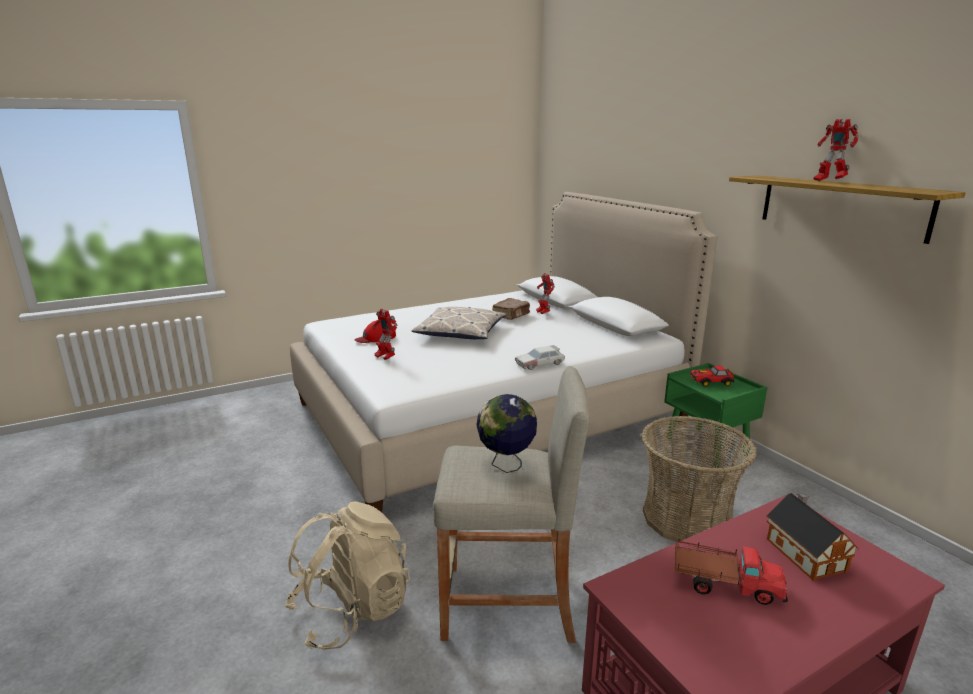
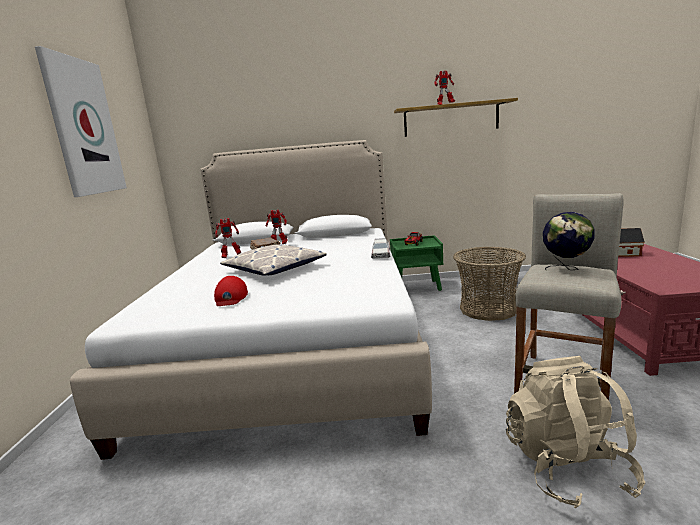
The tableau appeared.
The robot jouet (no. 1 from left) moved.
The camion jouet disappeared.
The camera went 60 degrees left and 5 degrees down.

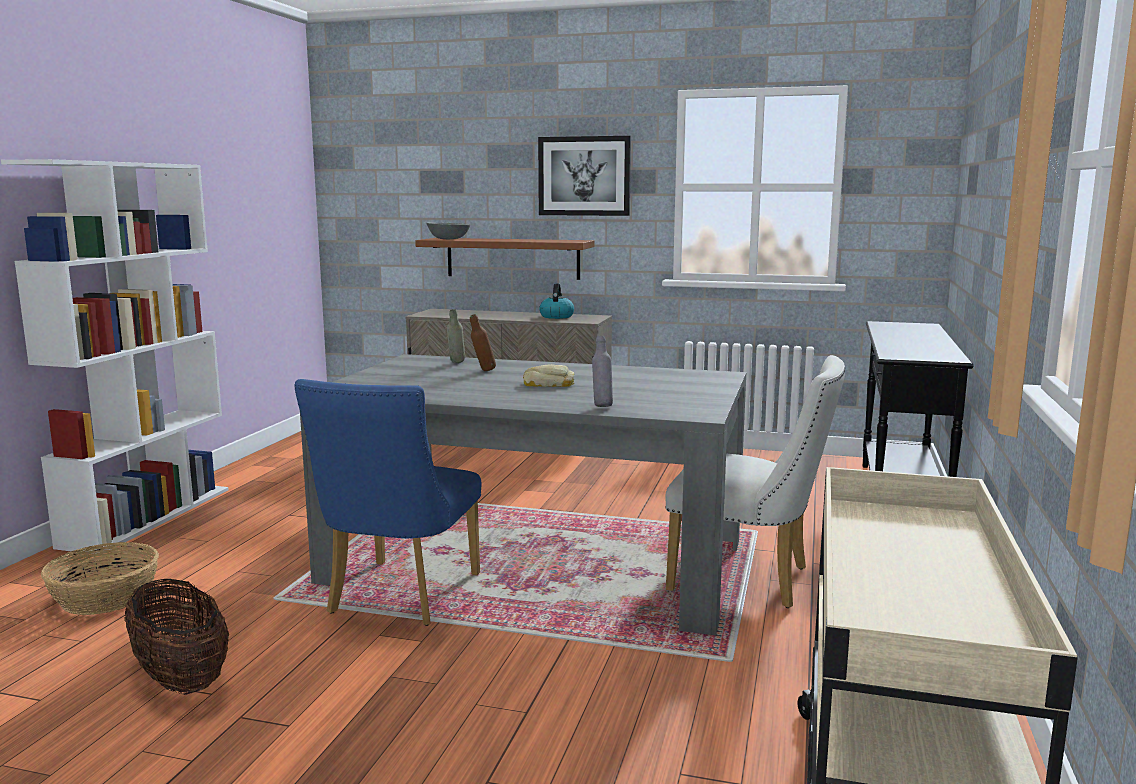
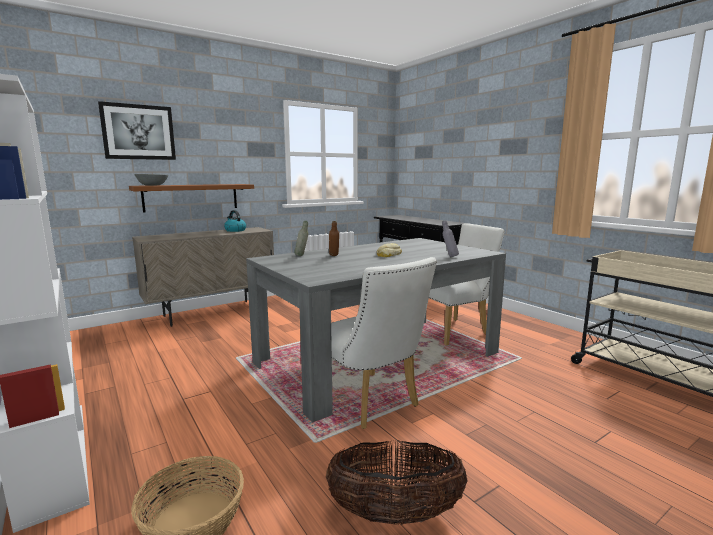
The tableau moved.
The chaise/bleu became the chaise/blanc (no. 1 from left).
The camera went 50 degrees left and 0 degrees up.

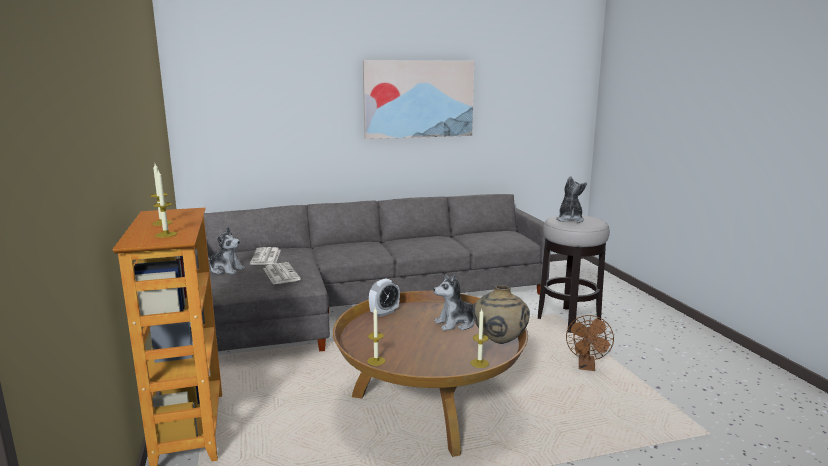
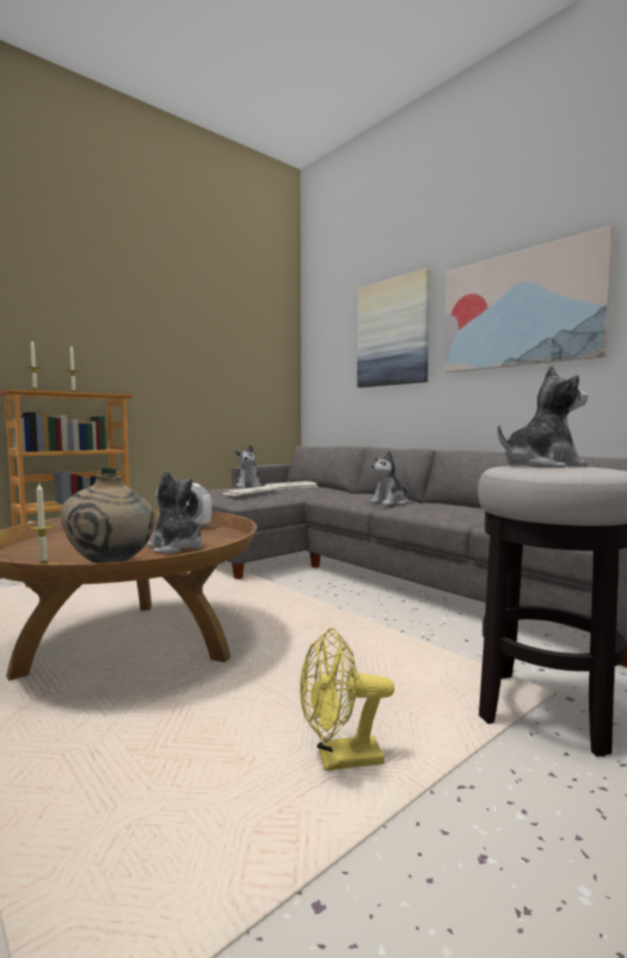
The ventilateur/marron became the ventilateur/jaune.
The tableau (no. 1 from left) appeared.
The peluche (no. 3 from left) appeared.
The bougie (no. 3 from left) disappeared.
The camera went 65 degrees right and 10 degrees down.

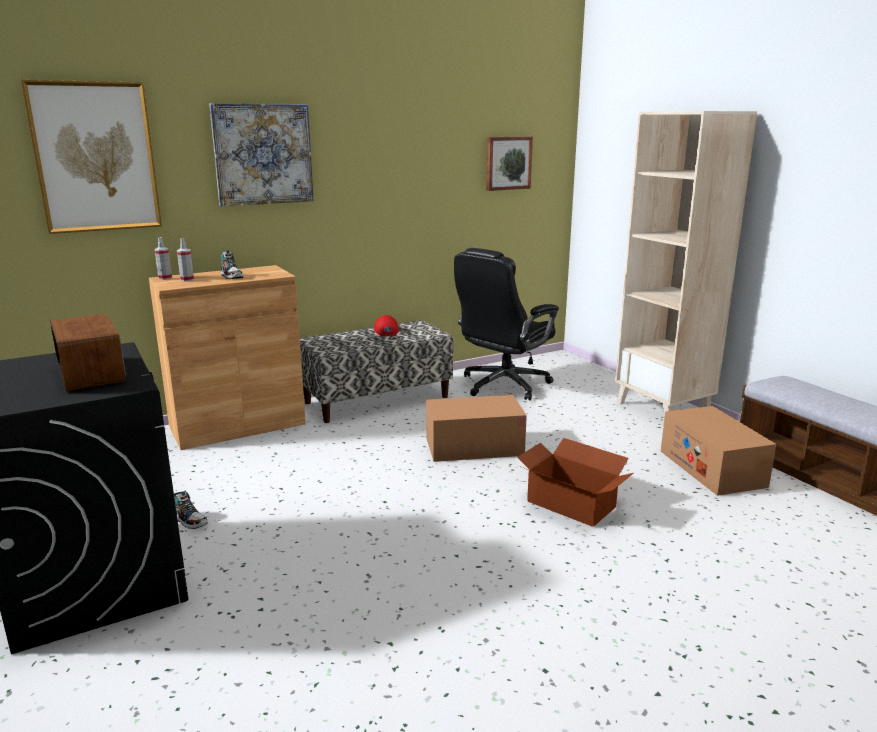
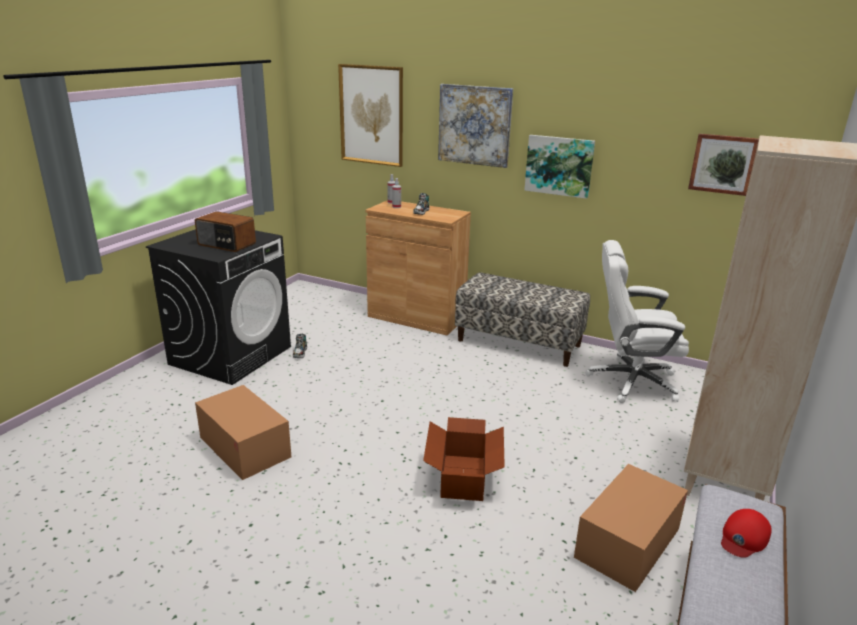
The radio turned 90 degrees clockwise.
The carton (no. 1 from left) moved.
The tableau (no. 3 from left) appeared.
The chaise de bureau/noir became the chaise de bureau/blanc.
The casquette/rouge moved.
The camera went 55 degrees right and 5 degrees up.

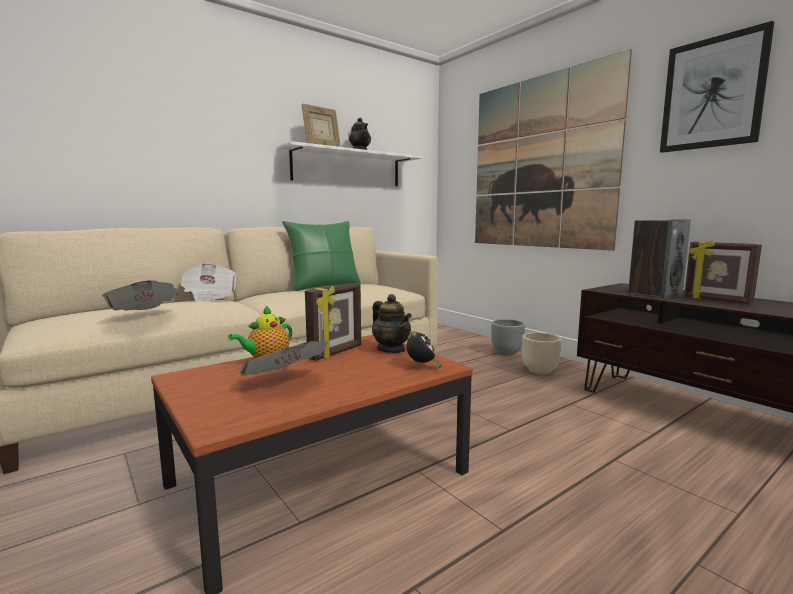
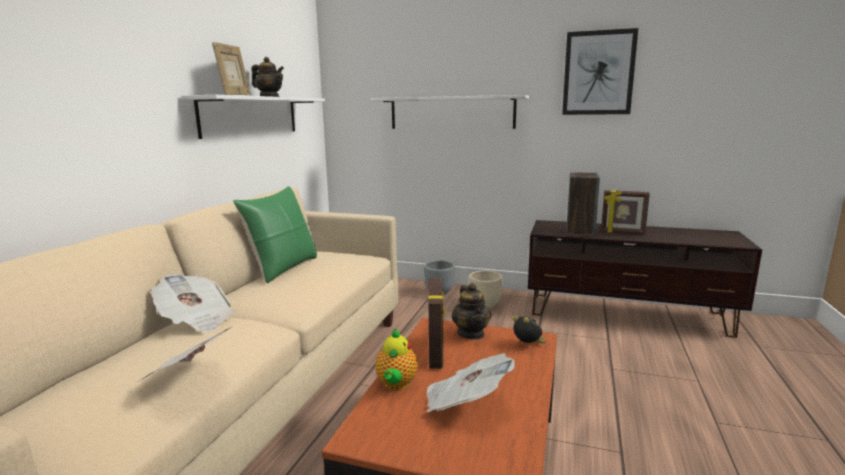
The tableau (no. 1 from left) was replaced by the étagère/blanc (no. 2 from left).
The théière (no. 3 from left) turned 60 degrees clockwise.
The camera went 35 degrees left and 5 degrees up.

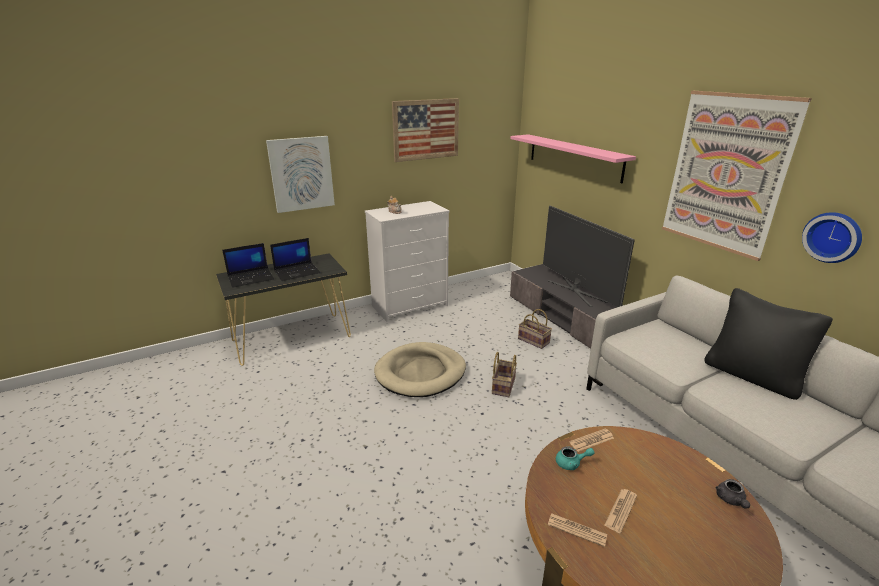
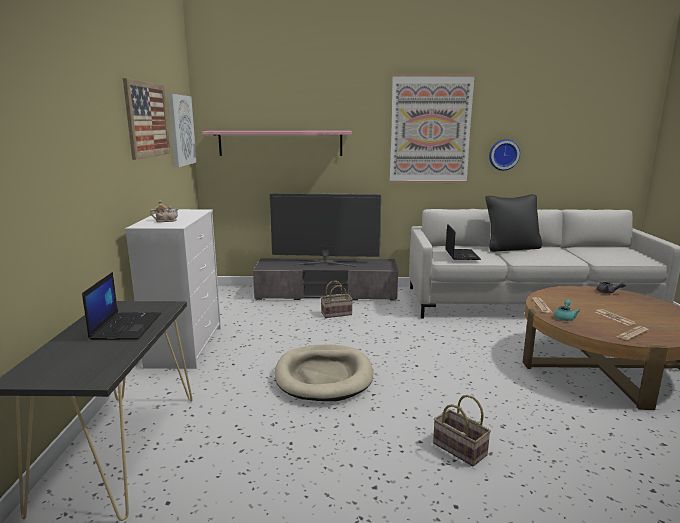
The tableau (no. 1 from left in the first image) moved.
The panier (no. 1 from left in the first image) moved.
The ordinateur portable (no. 1 from left in the first image) moved.
The camera went 60 degrees left and 10 degrees down.

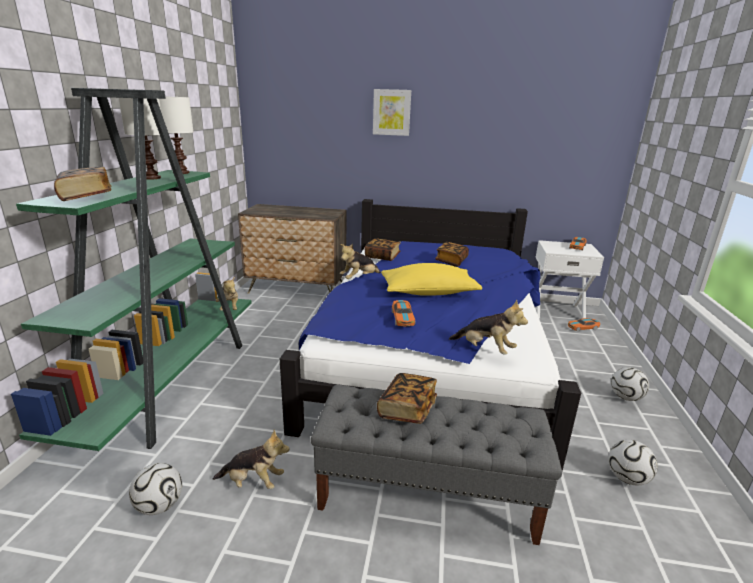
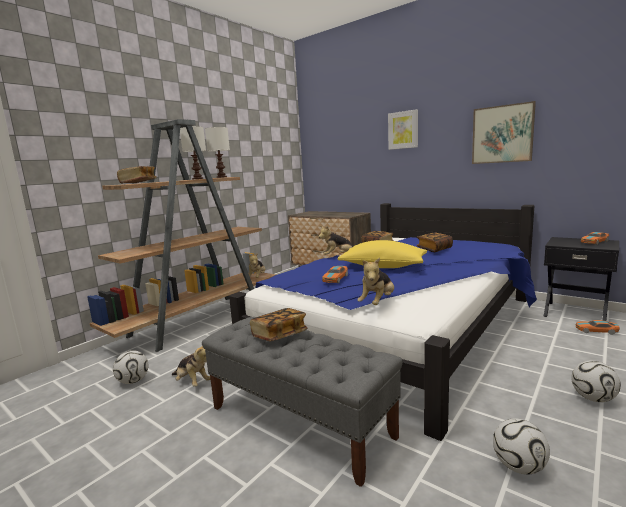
The bibliothèque/vert became the bibliothèque/marron.
The peluche (no. 4 from left) turned 60 degrees clockwise.
The tableau (no. 2 from left) appeared.
The table de chevet/blanc became the table de chevet/noir.
The camera went 30 degrees right and 10 degrees down.

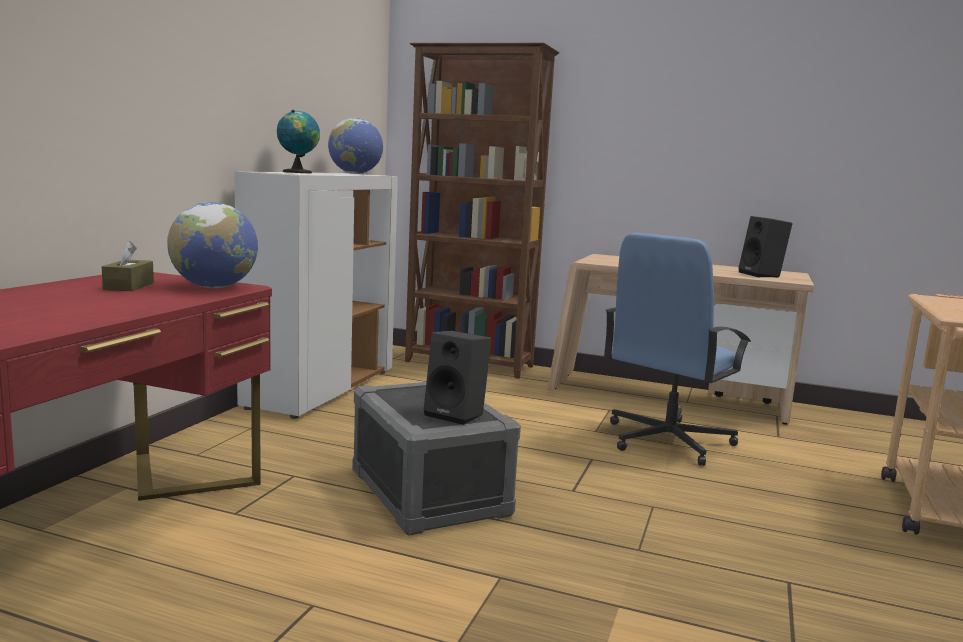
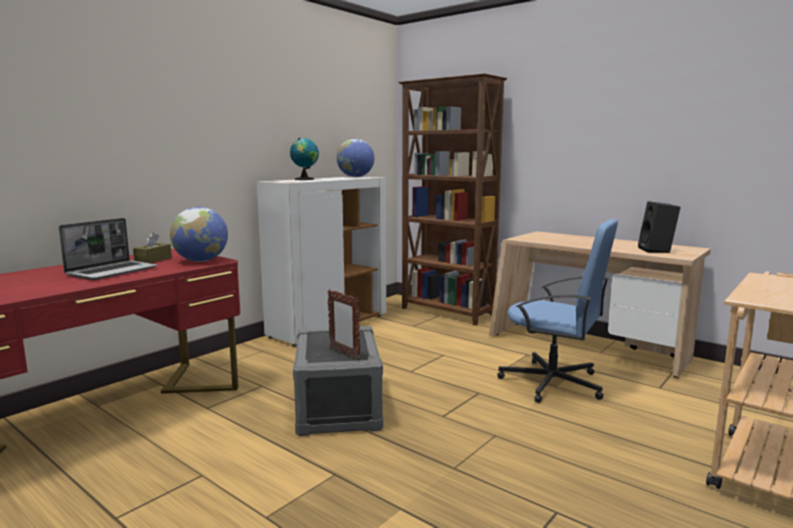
The ordinateur portable appeared.
The enceinte/noir (no. 1 from left) was replaced by the cadre photo.
The chaise de bureau/bleu turned 120 degrees counterclockwise.
The camera went 20 degrees right and 0 degrees up.

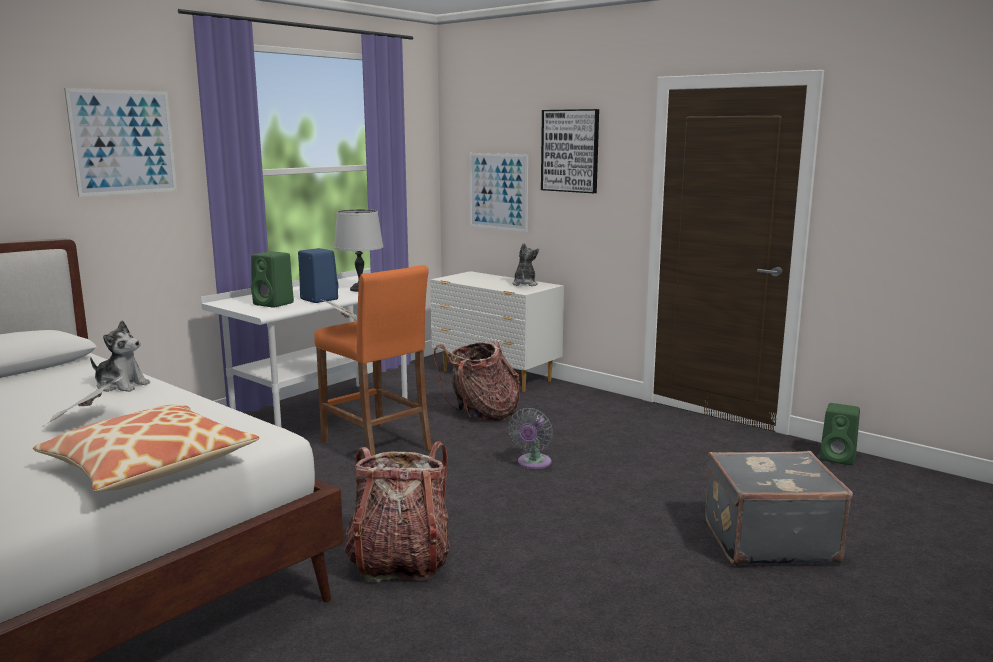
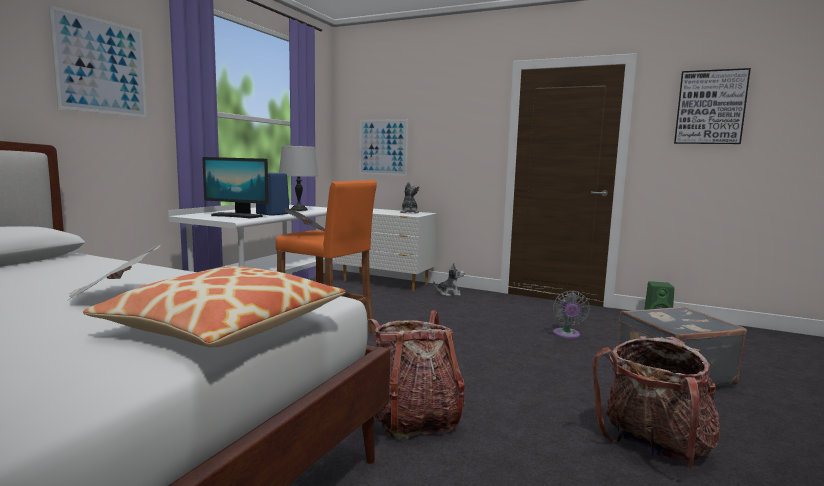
The enceinte/vert (no. 1 from left) was replaced by the écran d'ordinateur.
The peluche (no. 1 from left in the first image) moved.
The ventilateur/gris moved.
The sac à dos (no. 2 from left) moved.
The tableau (no. 3 from left) moved.
The camera went 15 degrees left and 5 degrees down.

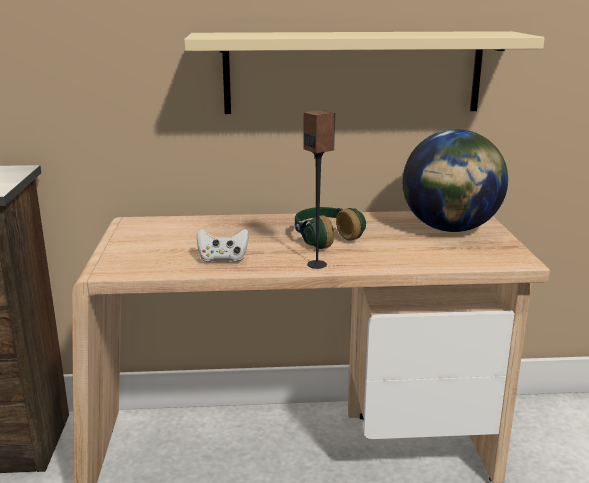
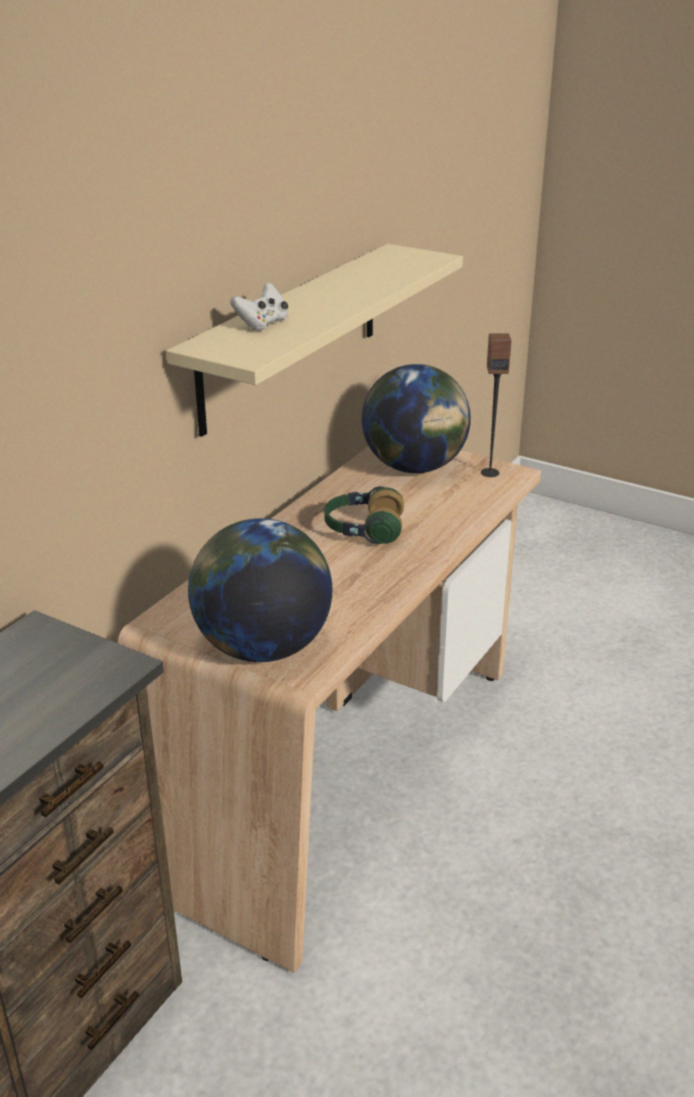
The globe (no. 1 from left) appeared.
The manette/blanc moved.
The enceinte moved.
The camera went 55 degrees left and 10 degrees up.

